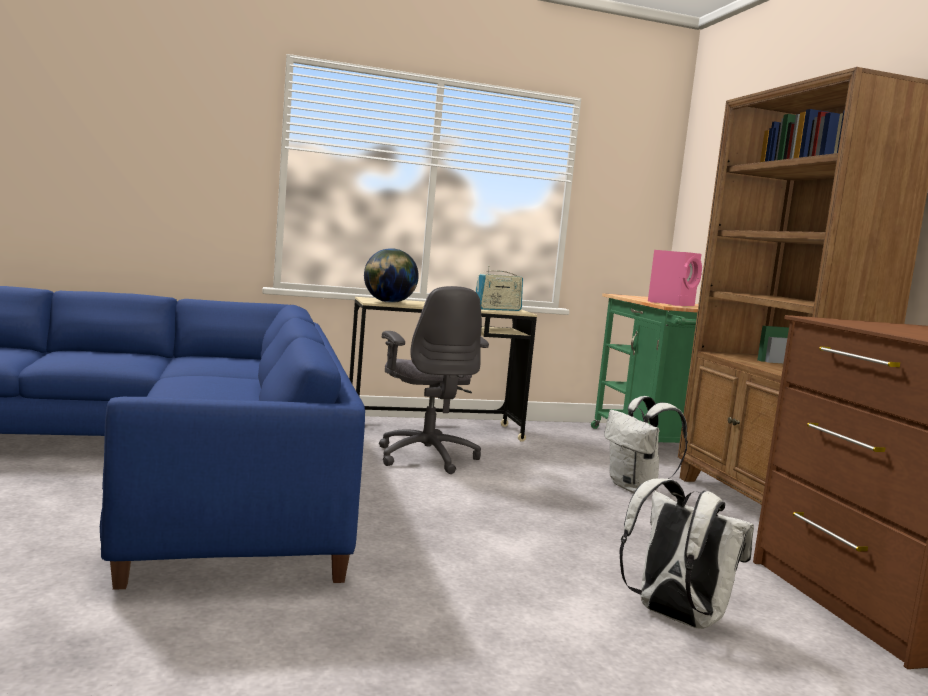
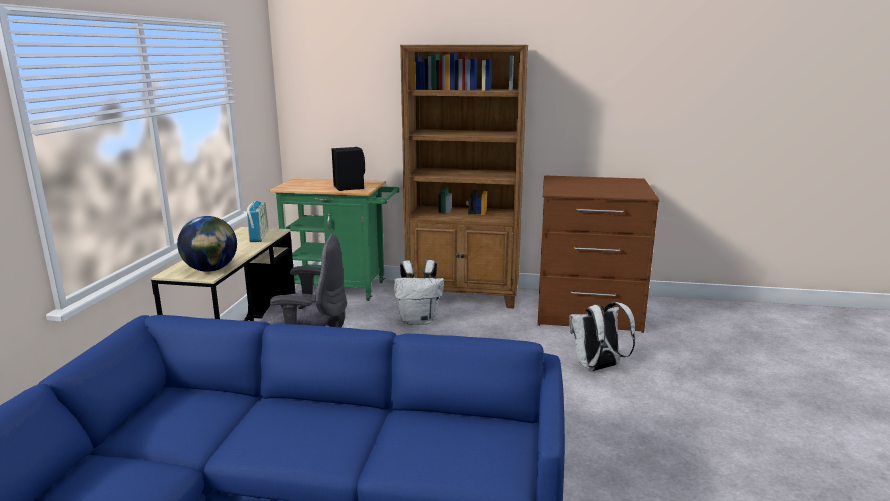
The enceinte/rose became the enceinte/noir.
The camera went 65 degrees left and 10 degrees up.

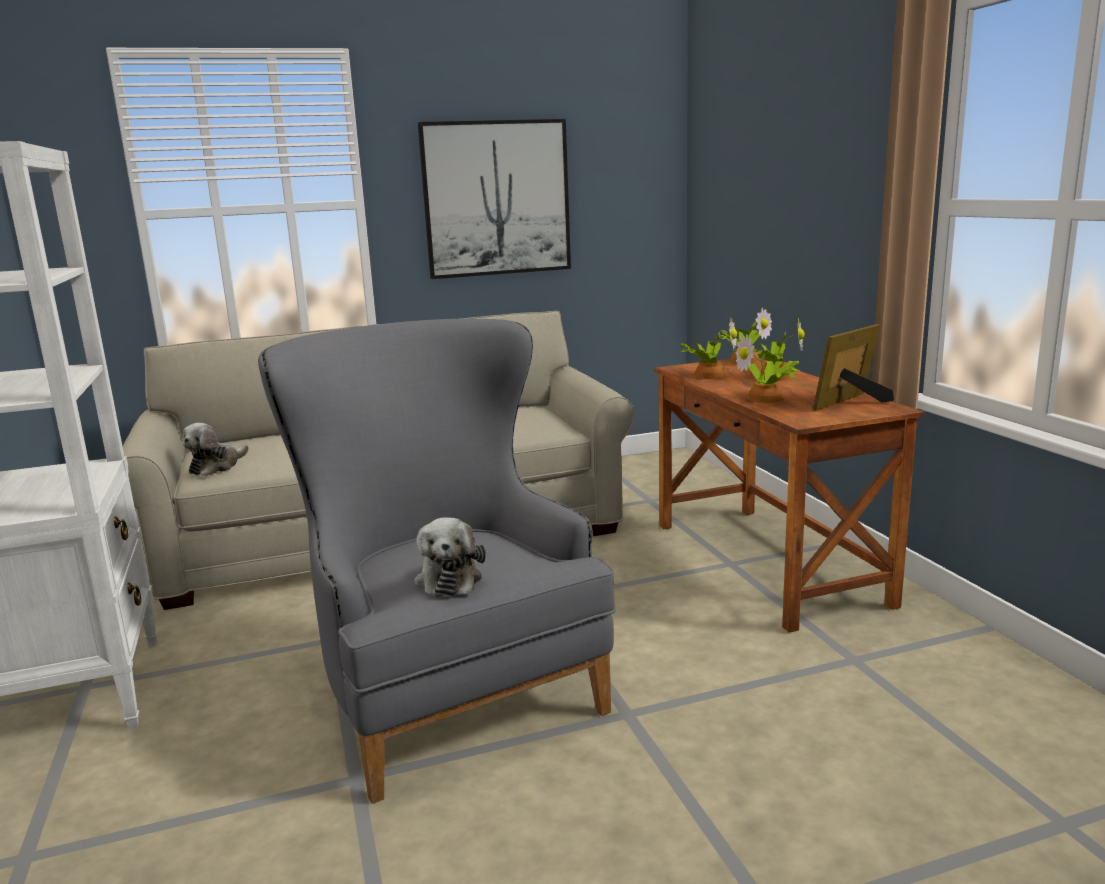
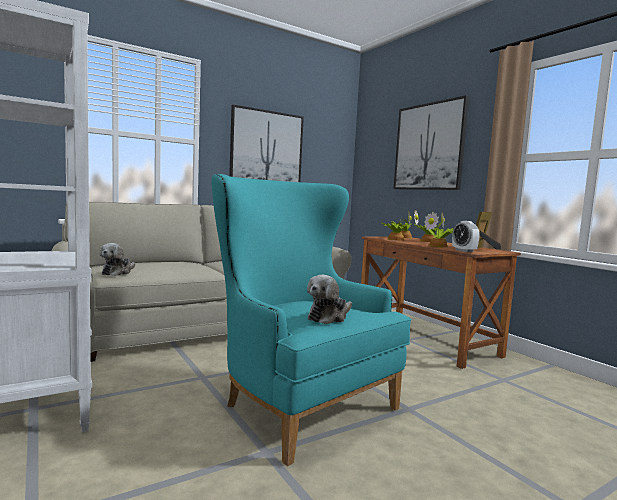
The fauteuil/gris became the fauteuil/turquoise.
The peluche (no. 2 from left) turned 60 degrees clockwise.
The tableau (no. 2 from left) appeared.
The réveil appeared.
The camera went 15 degrees left and 10 degrees down.

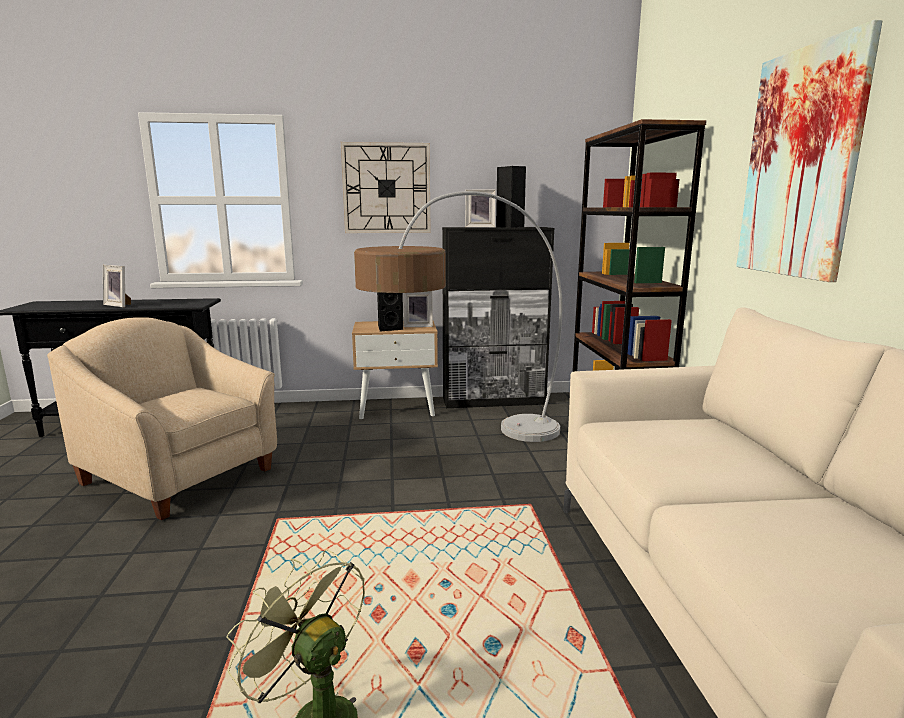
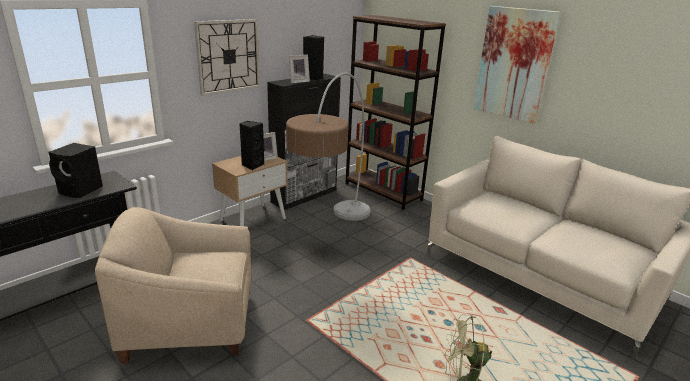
The enceinte/noir (no. 1 from left) appeared.
The cadre photo (no. 1 from left) disappeared.
The camera went 40 degrees left and 10 degrees up.

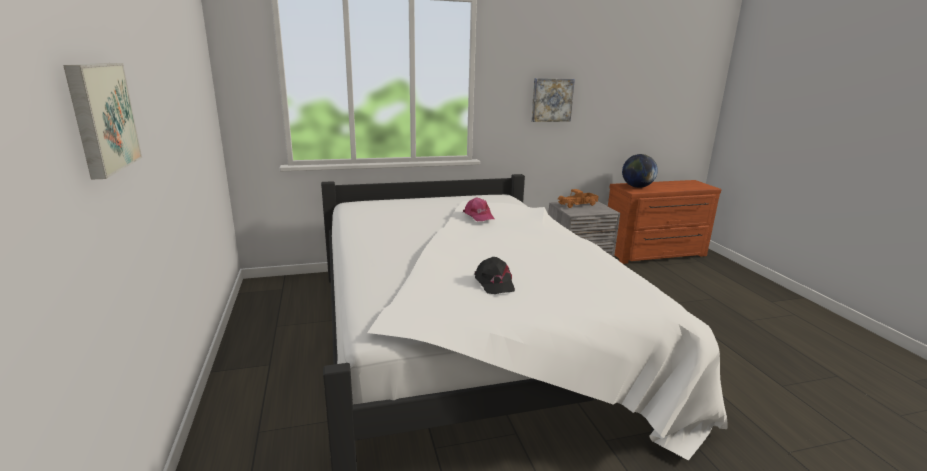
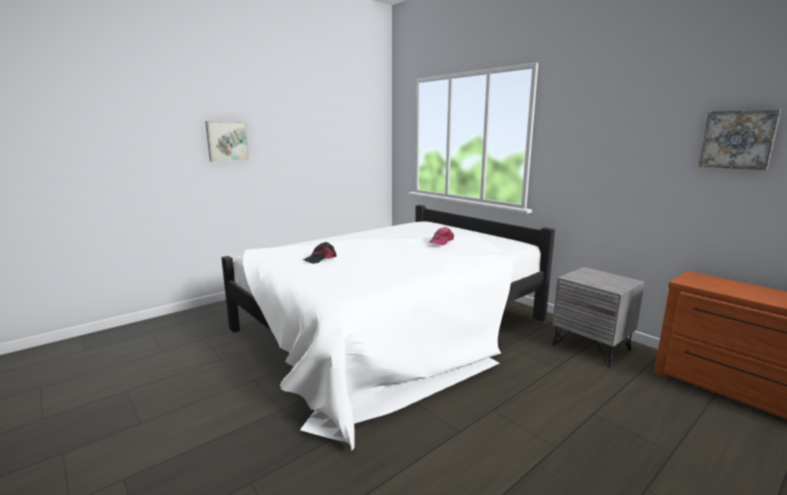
The tableau (no. 2 from left) moved.
The camion jouet disappeared.
The globe disappeared.
The camera went 65 degrees right and 5 degrees down.

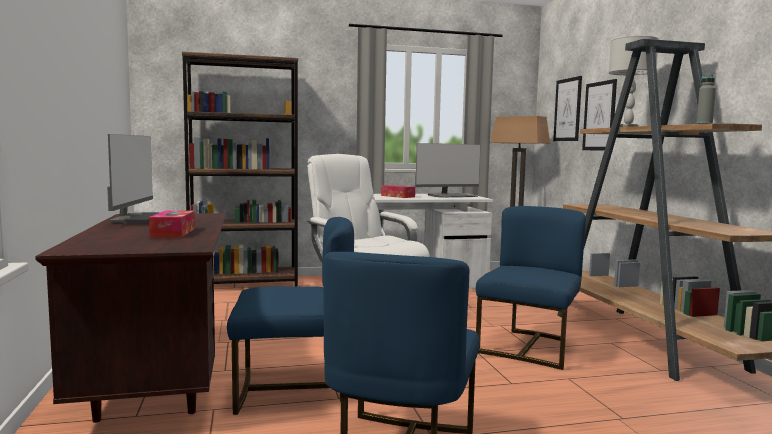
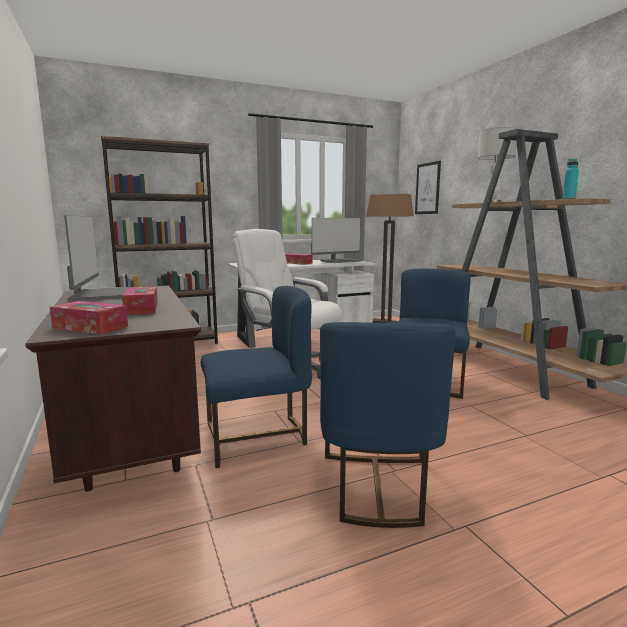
The boîte à mouchoirs (no. 1 from left) appeared.
The bouteille/gris became the bouteille/turquoise.
The tableau (no. 2 from left) disappeared.
The camera went 10 degrees left and 5 degrees up.

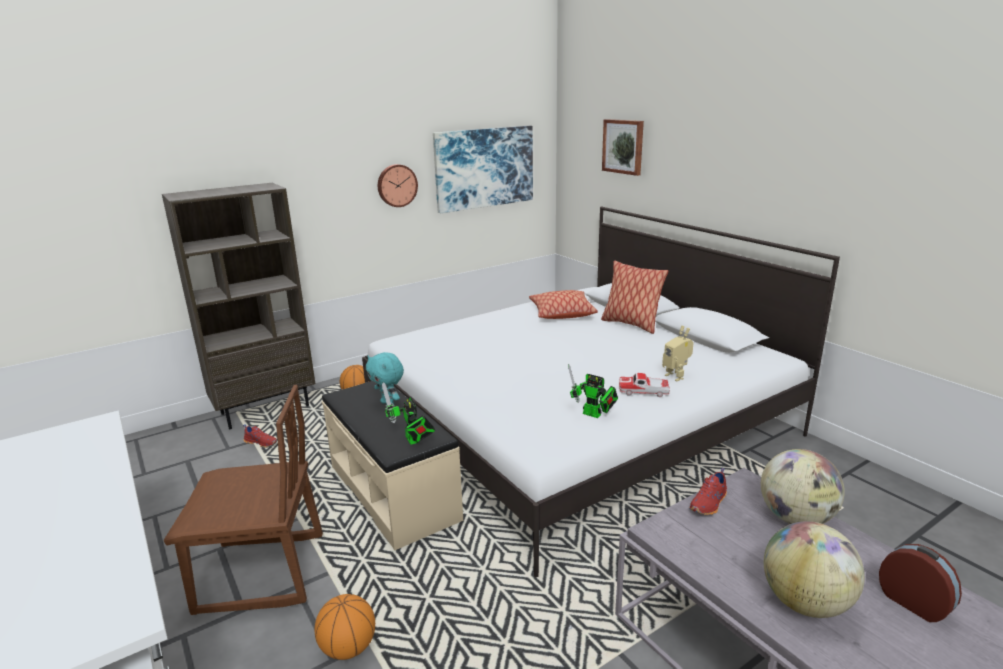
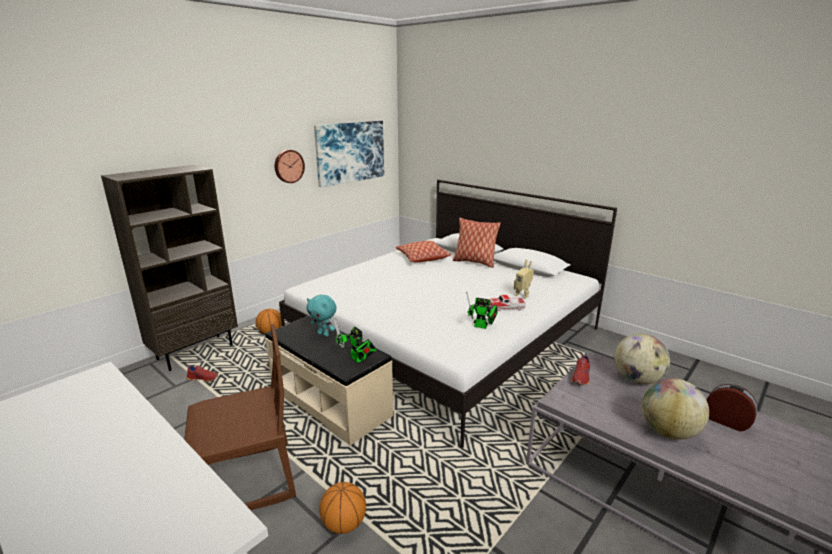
The tableau (no. 2 from left) disappeared.
The camera went 15 degrees left and 0 degrees up.

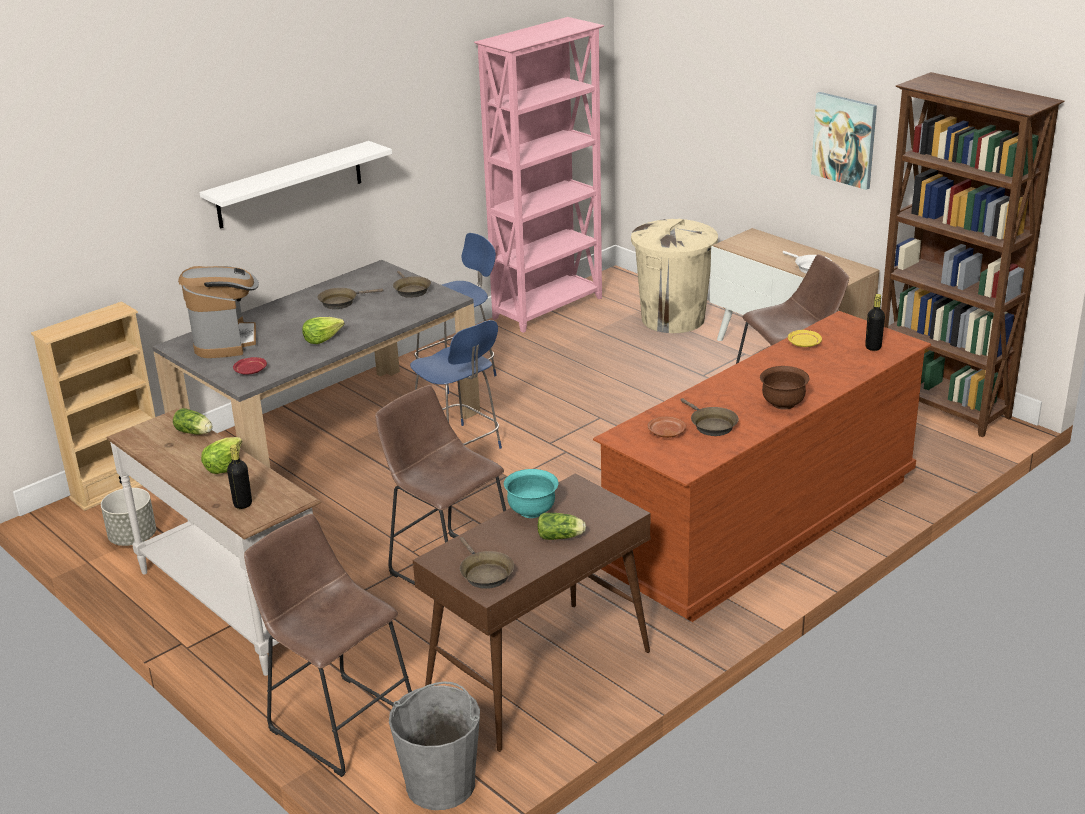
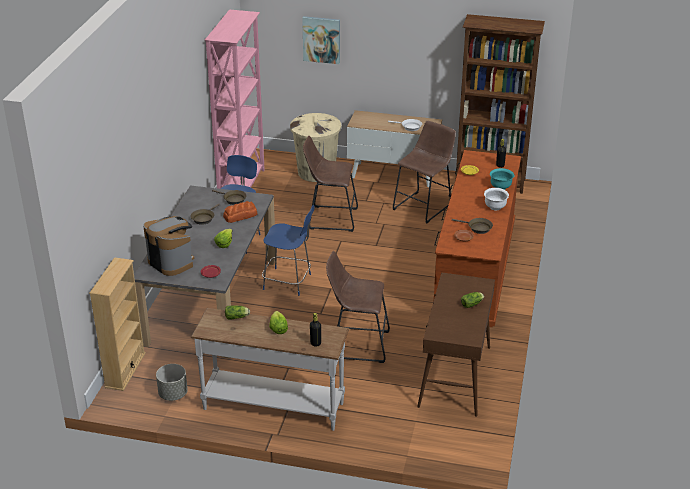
The pain appeared.
The tableau moved.
The tabouret/marron (no. 1 from left) moved.
The bol/marron became the bol/blanc.
The bol/turquoise moved.
The étagère/blanc disappeared.
The seau/gris disappeared.
The poêle/marron (no. 3 from left) disappeared.
The camera went 35 degrees left and 5 degrees up.

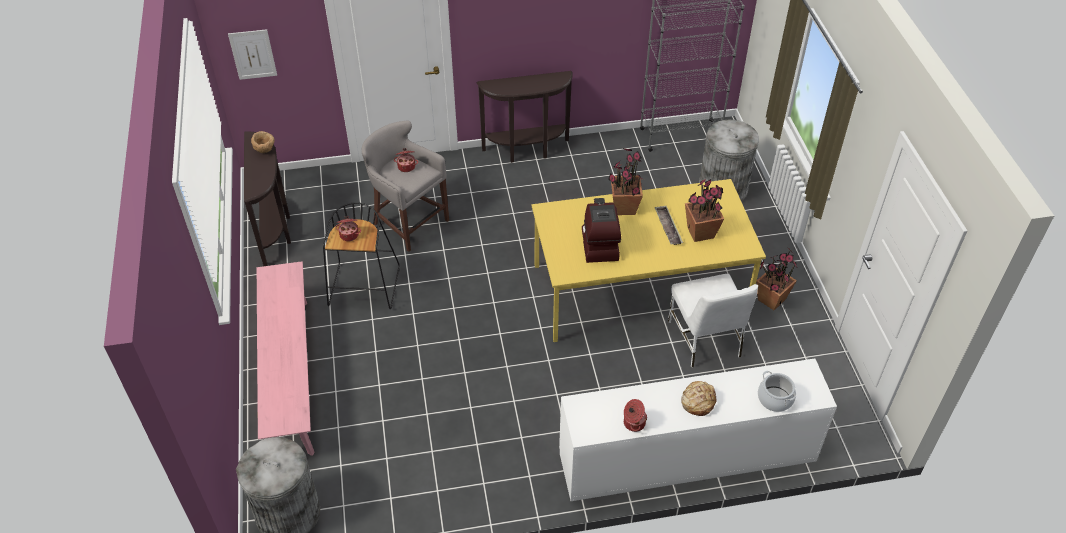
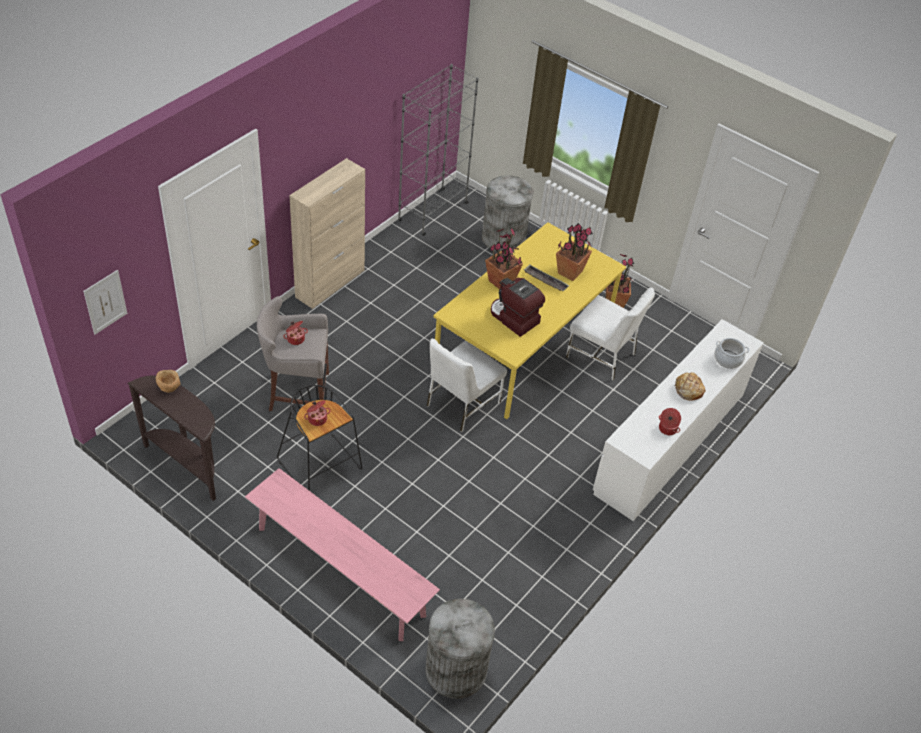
The table console/marron (no. 2 from left) was replaced by the meuble de rangement/beige.
The chaise/blanc (no. 1 from left) appeared.
The camera went 45 degrees left and 0 degrees up.

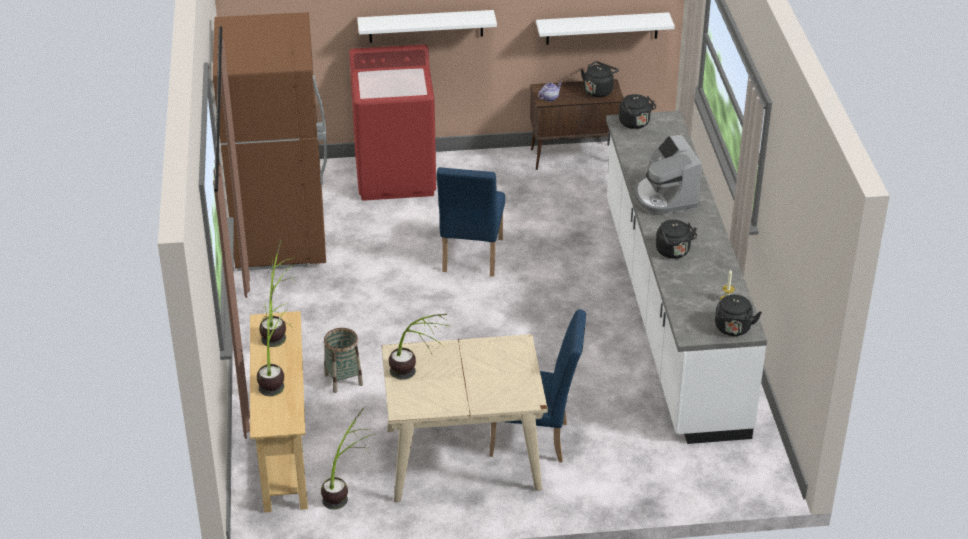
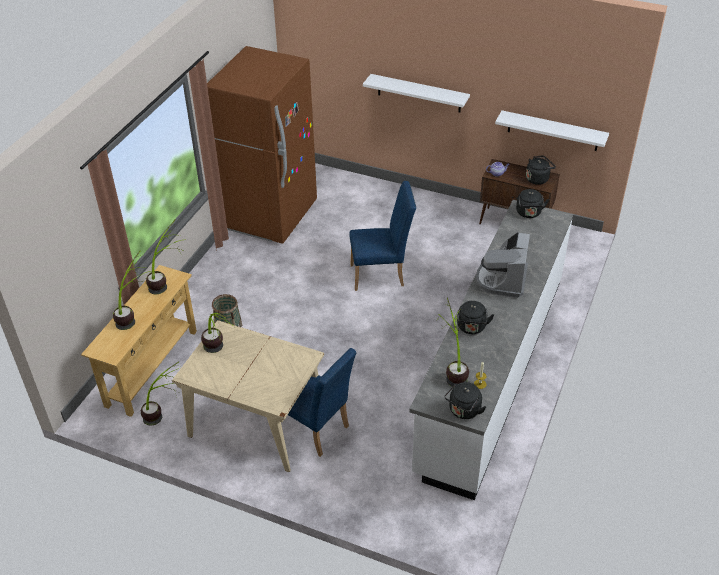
The chaise/bleu (no. 1 from left in the first image) turned 135 degrees counterclockwise.
The plante en pot (no. 5 from left) appeared.
The lave-linge/rouge disappeared.
The camera went 30 degrees right and 5 degrees up.

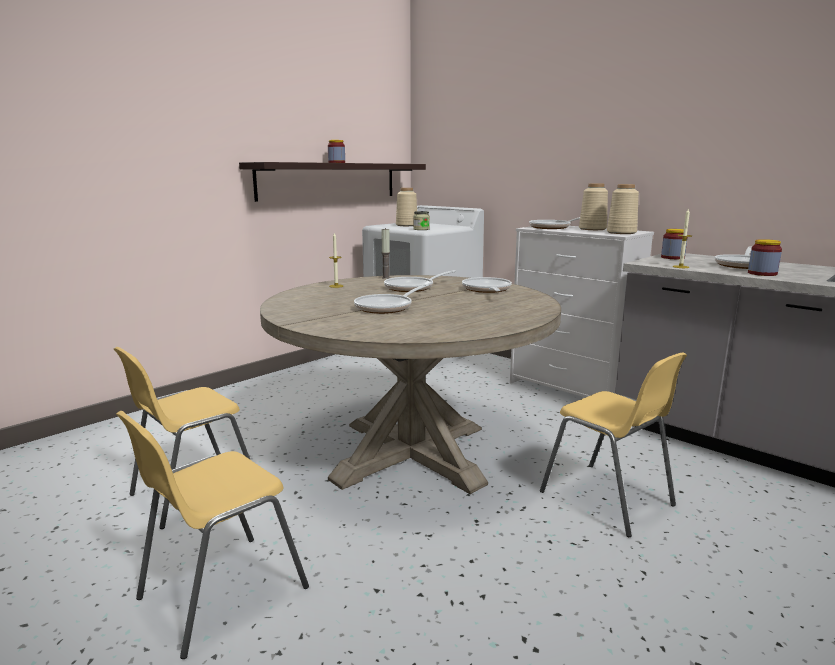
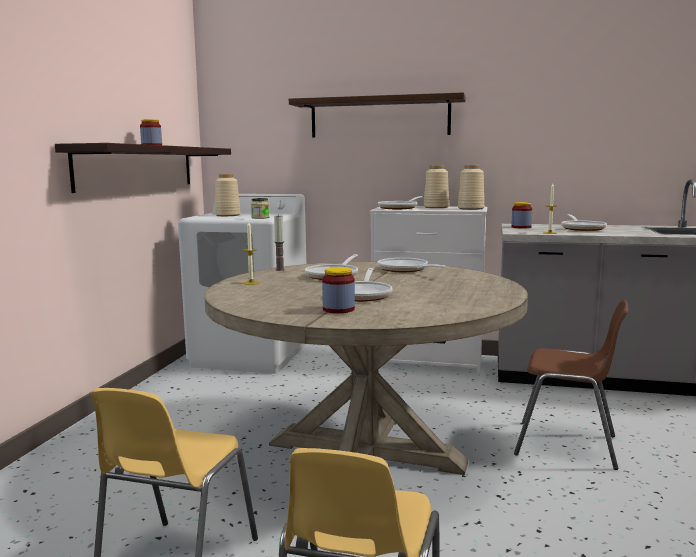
The étagère (no. 2 from left) appeared.
The bocal (no. 4 from left in the first image) moved.
The chaise/jaune (no. 3 from left) became the chaise/marron.
The camera went 30 degrees left and 5 degrees down.

